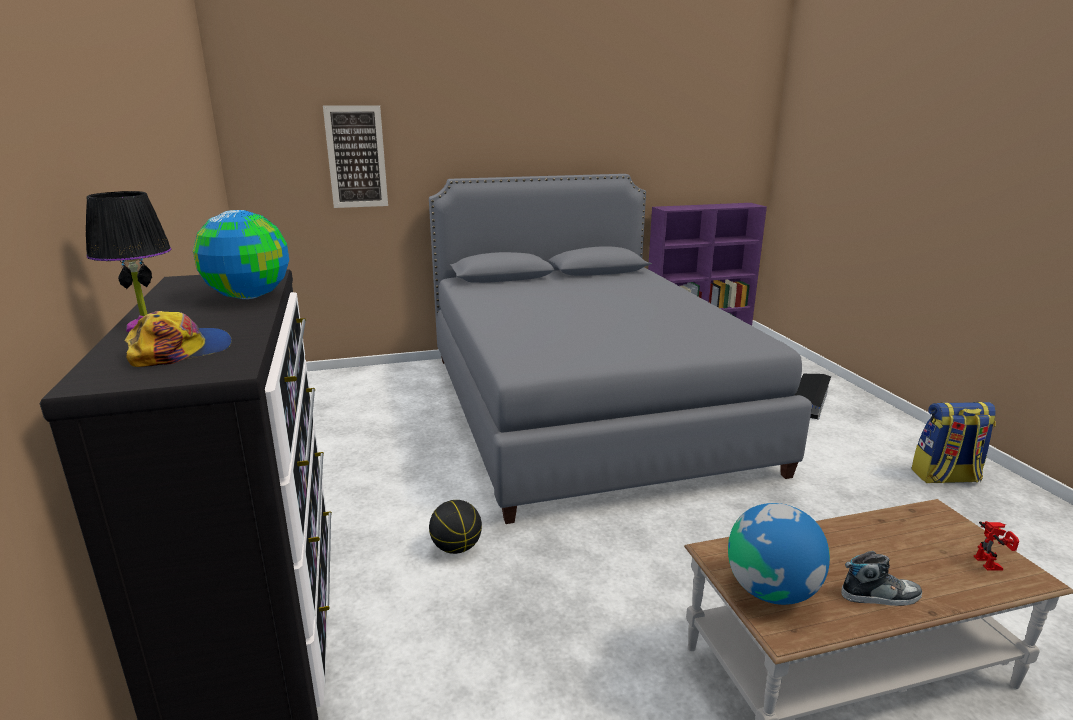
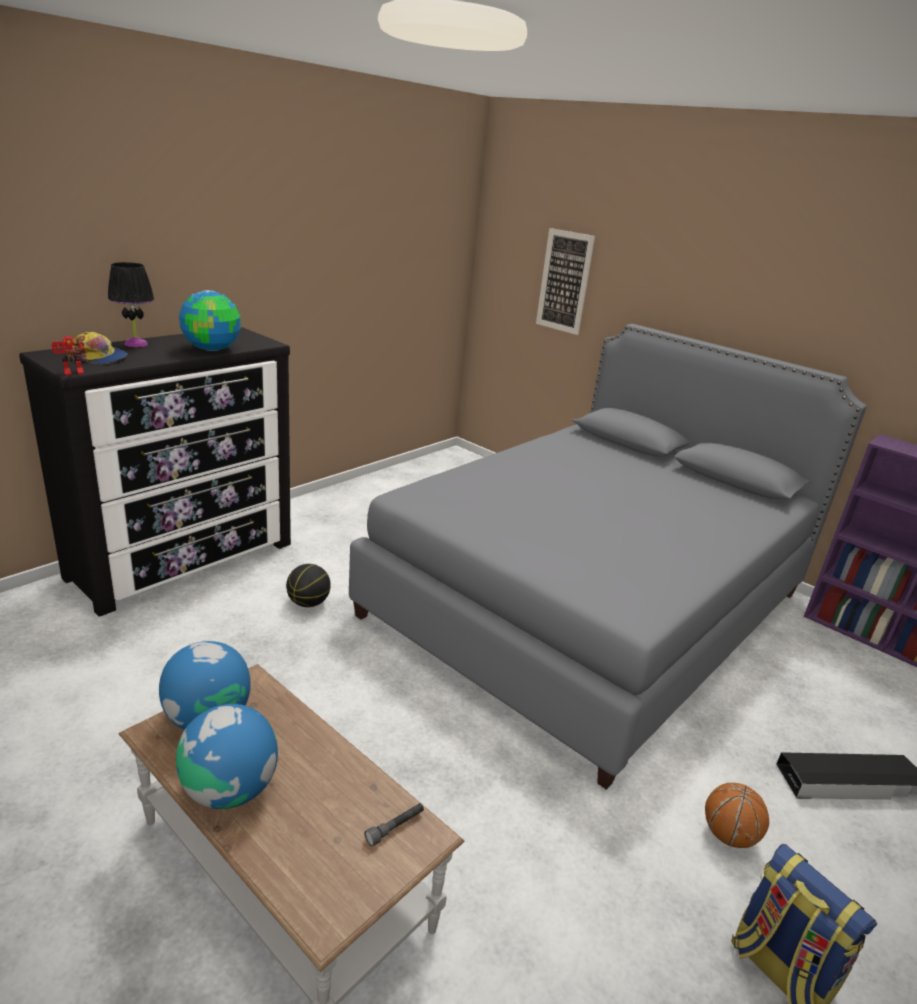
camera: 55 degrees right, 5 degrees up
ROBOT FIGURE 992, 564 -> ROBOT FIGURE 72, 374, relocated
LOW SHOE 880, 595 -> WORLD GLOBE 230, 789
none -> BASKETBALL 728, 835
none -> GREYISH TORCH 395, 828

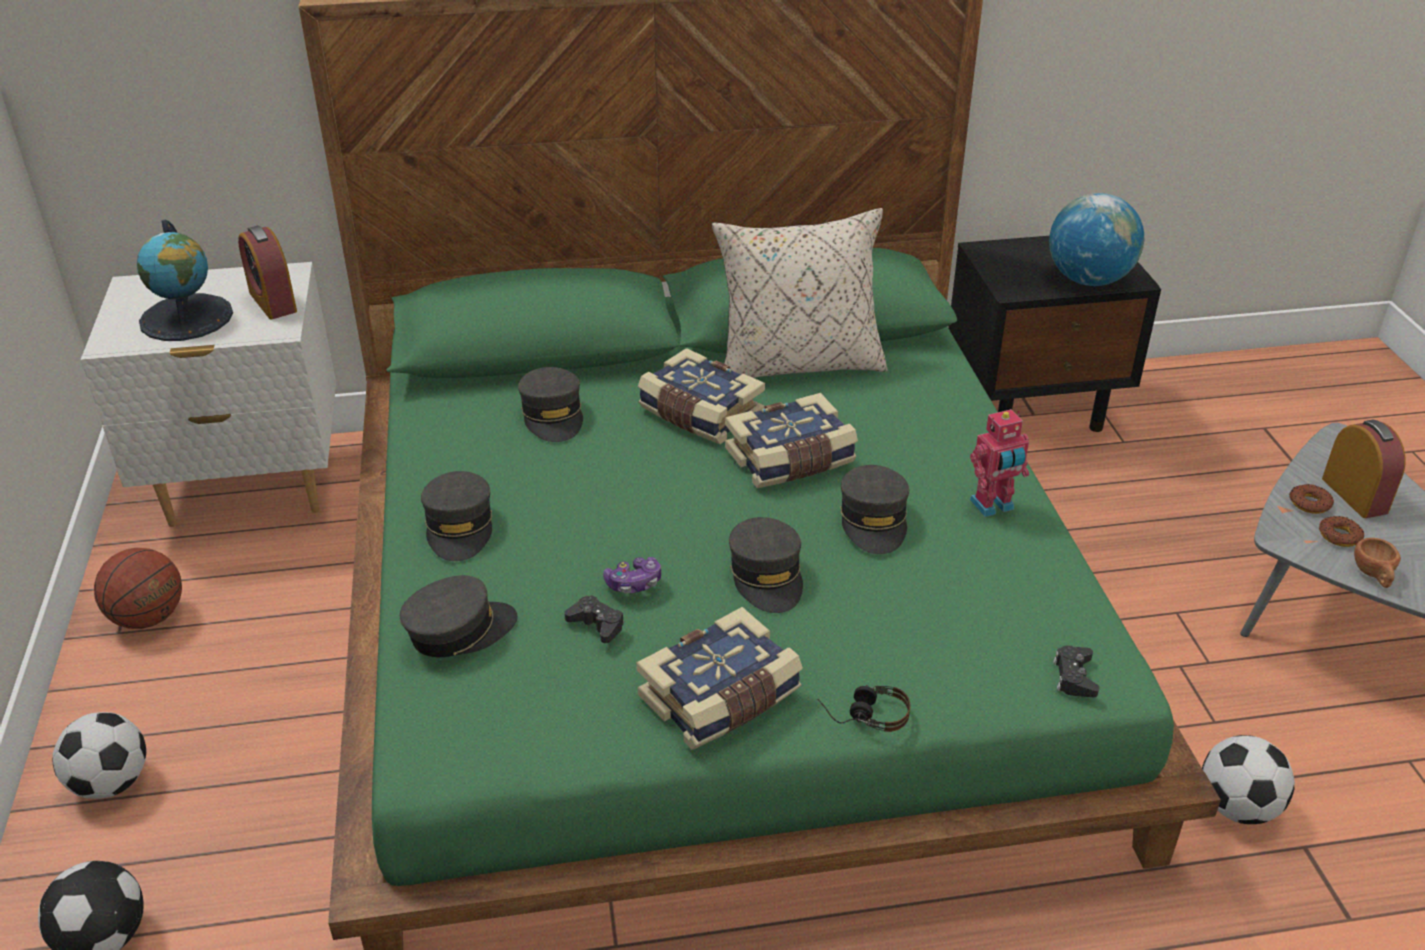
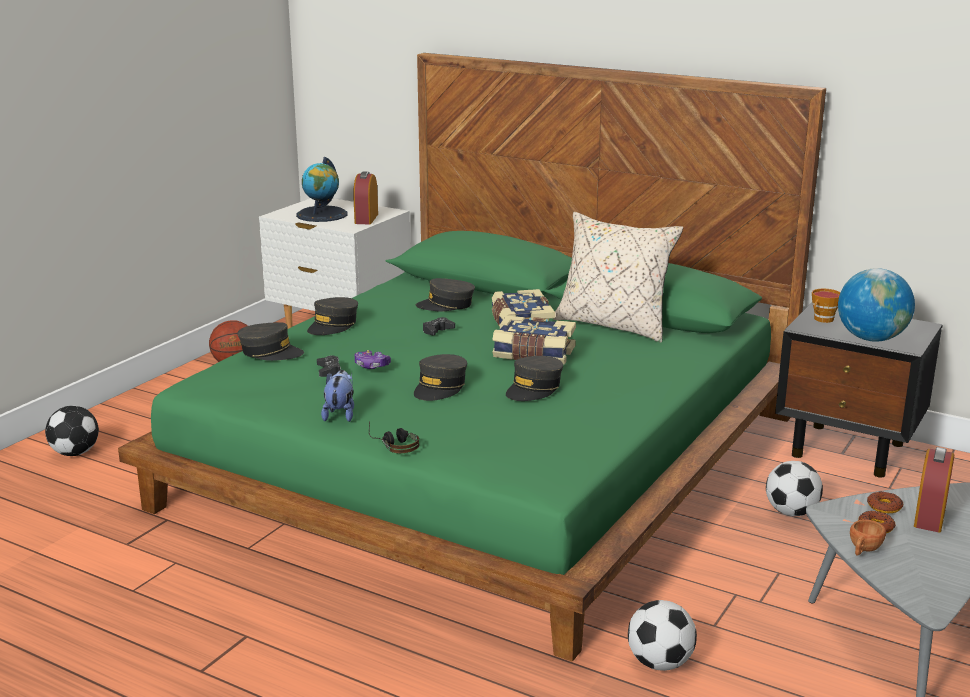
camera: 40 degrees right, 15 degrees down
GREYISH BASEBALL CAP 553, 416 -> GREYISH BASEBALL CAP 446, 305, 60 degrees clockwise
ROBOT FIGURE 993, 506 -> none
BOUND BOOK 721, 698 -> CUDDLY TOY 340, 414
BLACK-COLOURED JOYPAD 1074, 677 -> BLACK-COLOURED JOYPAD 437, 331, relocated
FOOTBALL 111, 783 -> FOOTBALL 791, 512, relocated
none -> SMALL CUP 822, 320

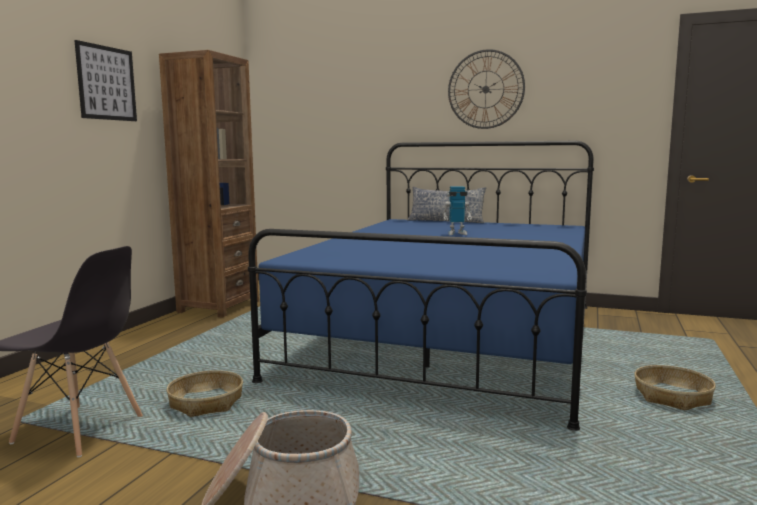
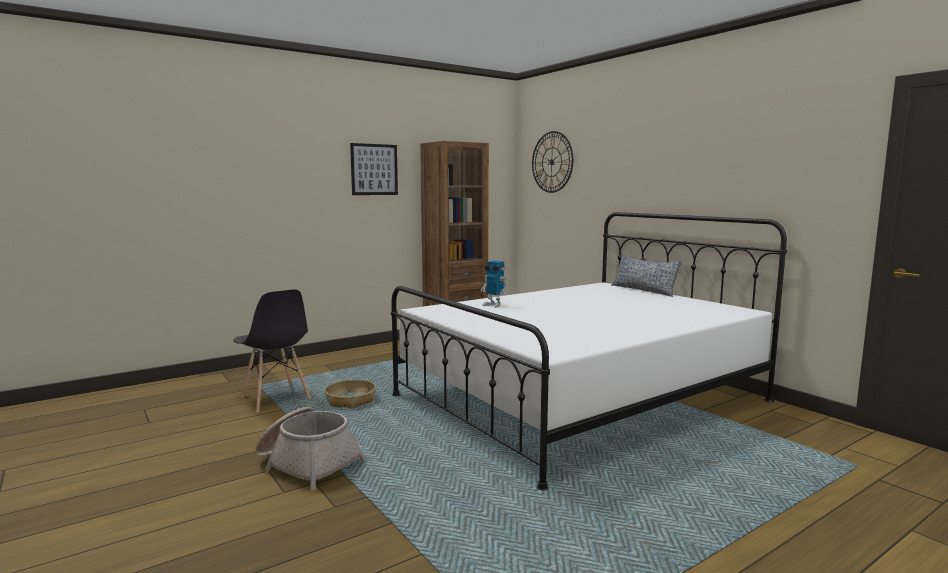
camera: 35 degrees right, 0 degrees up
WALL CLOCK 485, 89 -> WALL CLOCK 552, 162, relocated
BLUE BED 450, 338 -> WHITISH BED 580, 398
ROBOT FIGURE 456, 233 -> ROBOT FIGURE 493, 305, relocated
HOUSEHOLD BASKET 672, 397 -> none

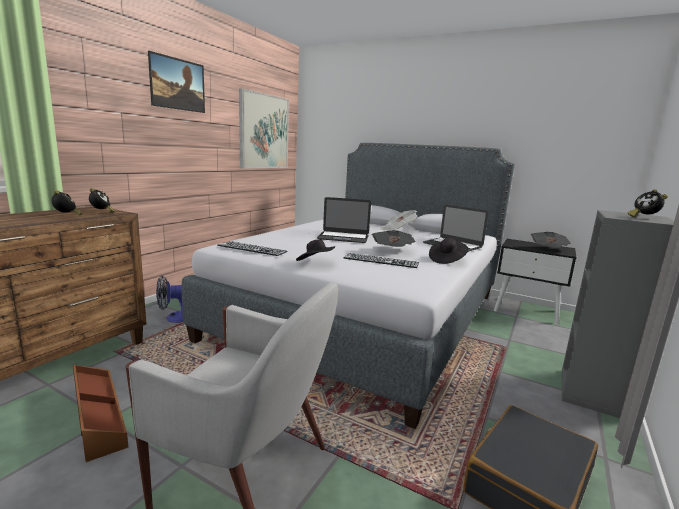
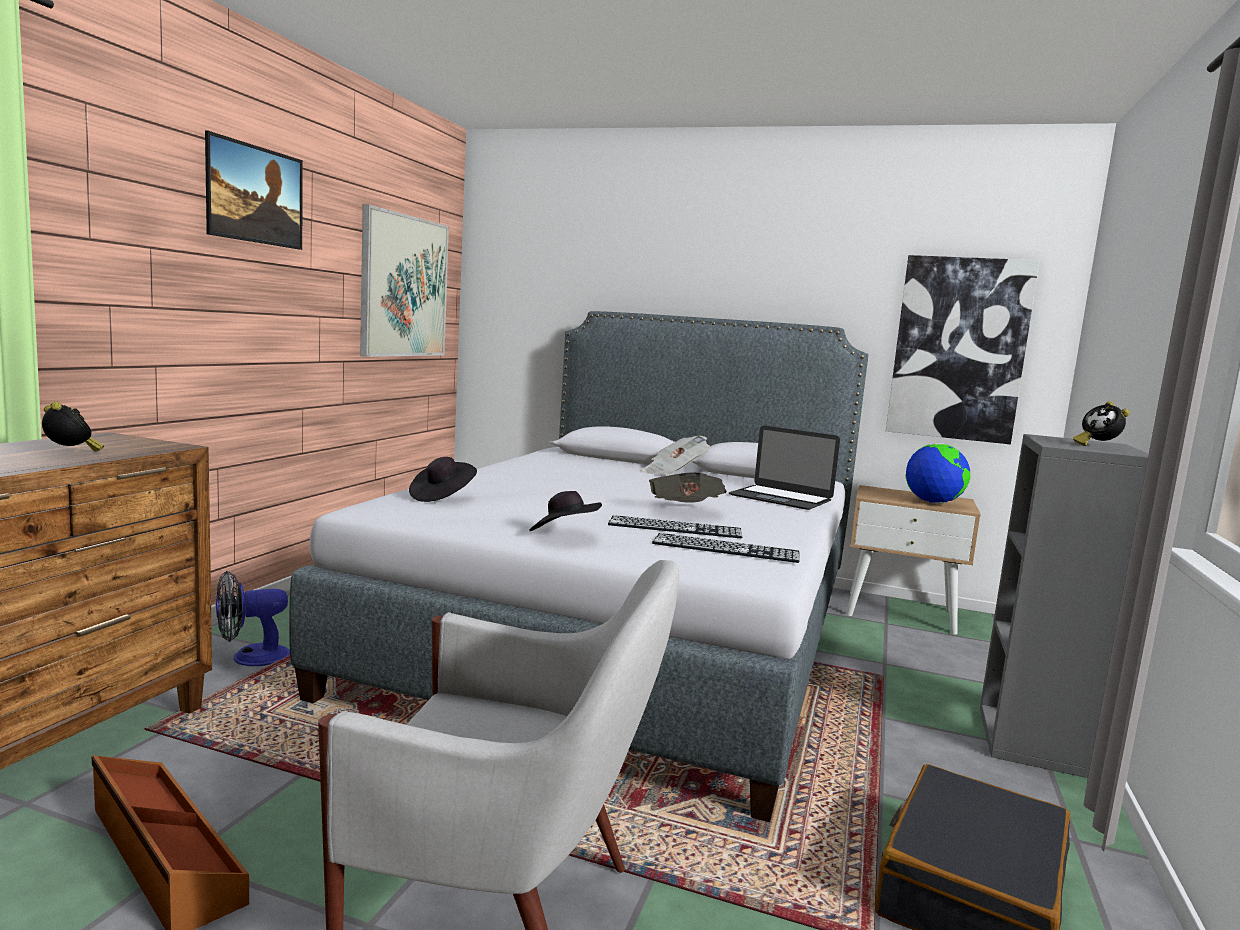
camera: 10 degrees left, 5 degrees down
ALARM CLOCK 102, 212 -> none
LAPTOP 343, 237 -> none
NEWSPAPER 548, 250 -> WORLD GLOBE 933, 503
BLACK-COLOURED CLOTHING HAT 446, 260 -> BLACK-COLOURED CLOTHING HAT 442, 496, relocated
BLACK-COLOURED BEDSIDE TABLE 527, 310 -> SAND-COLOURED BEDSIDE TABLE 901, 612
KEYBOARD 252, 248 -> KEYBOARD 726, 548, relocated
none -> WALL ART 958, 349

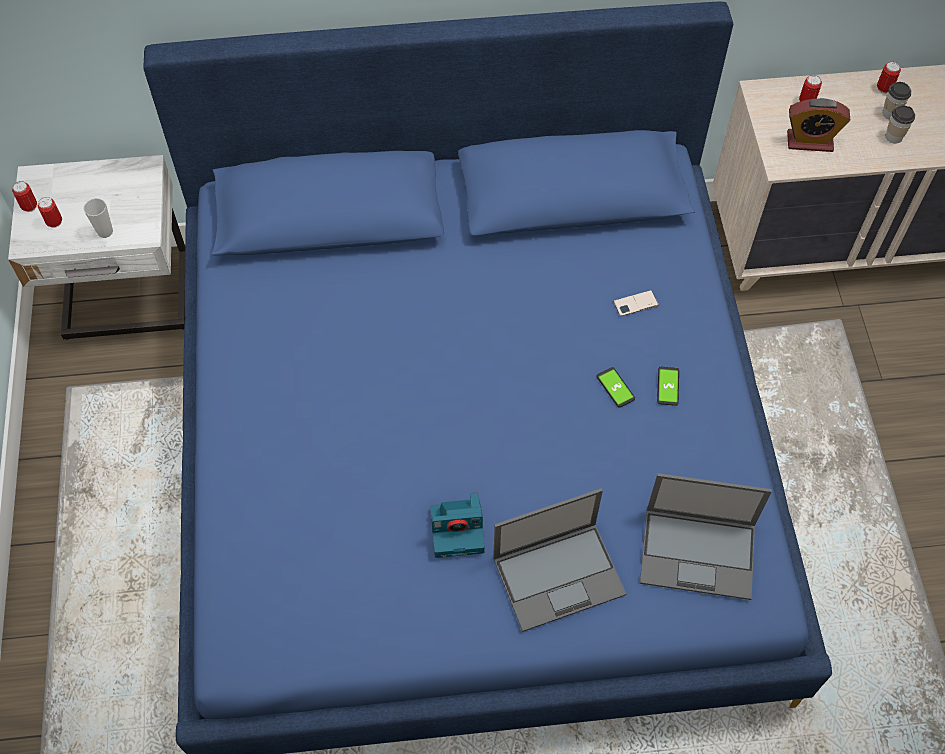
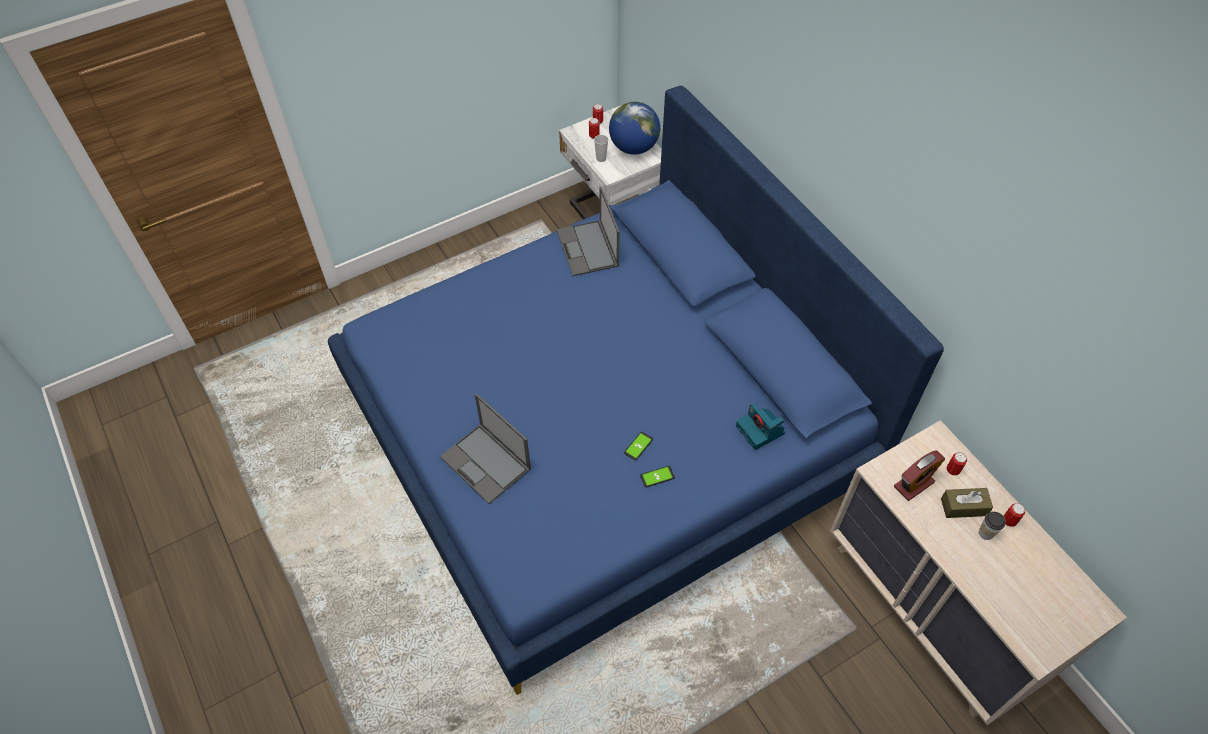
camera: 65 degrees right, 5 degrees down
ALARM CLOCK 809, 141 -> ALARM CLOCK 914, 484, 105 degrees counterclockwise
SMALL CUP 894, 136 -> none
HANDSET 635, 303 -> none
LAPTOP 699, 553 -> LAPTOP 588, 249, relocated
STILL CAMERA 458, 529 -> STILL CAMERA 761, 430, relocated
none -> WORLD GLOBE 634, 147
none -> BROWNISH TISSUE BOX 963, 507

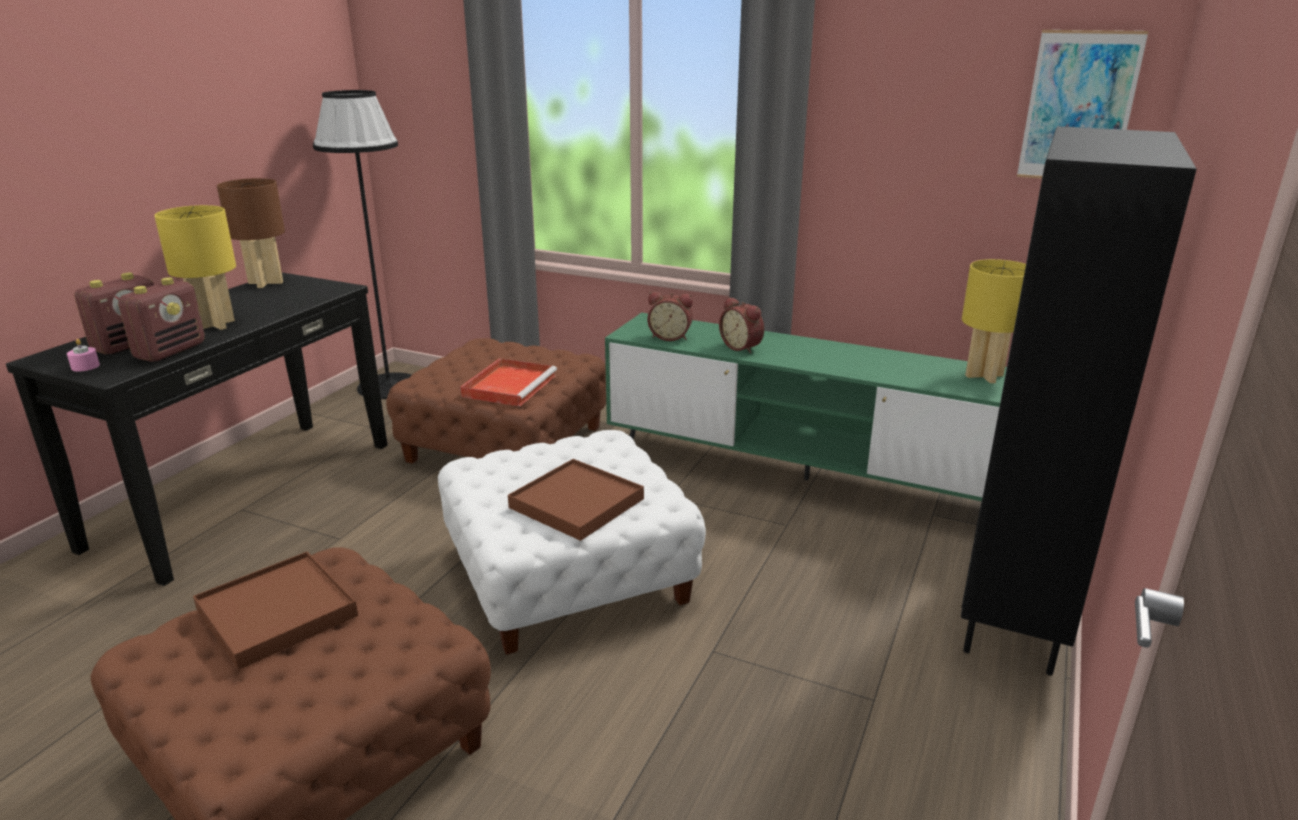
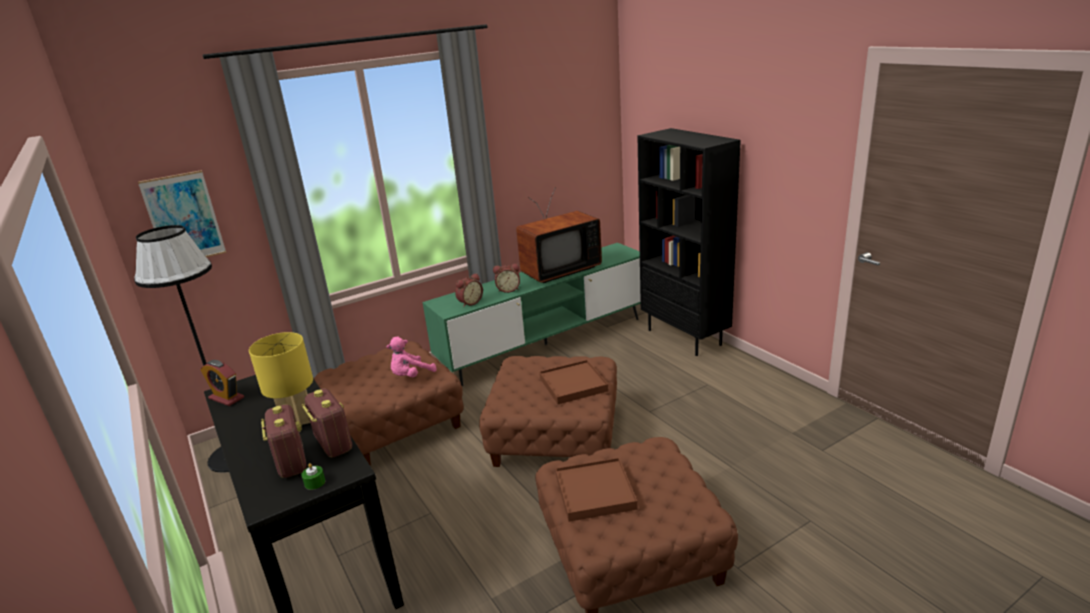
camera: 55 degrees left, 0 degrees up
WALL ART 1079, 107 -> WALL ART 183, 218, relocated
BROWNISH TABLETOP LAMP 265, 283 -> ALARM CLOCK 226, 398
YELLOW-COLOURED TABLETOP LAMP 984, 375 -> none
PINKISH CANDLE 85, 366 -> GREENISH CANDLE 315, 482
RED TRAY 510, 385 -> PINKISH CUDDLY TOY 411, 376
WHITISH FOOTREST 569, 573 -> BROWNISH FOOTREST 554, 435
none -> TELEVISION 557, 271

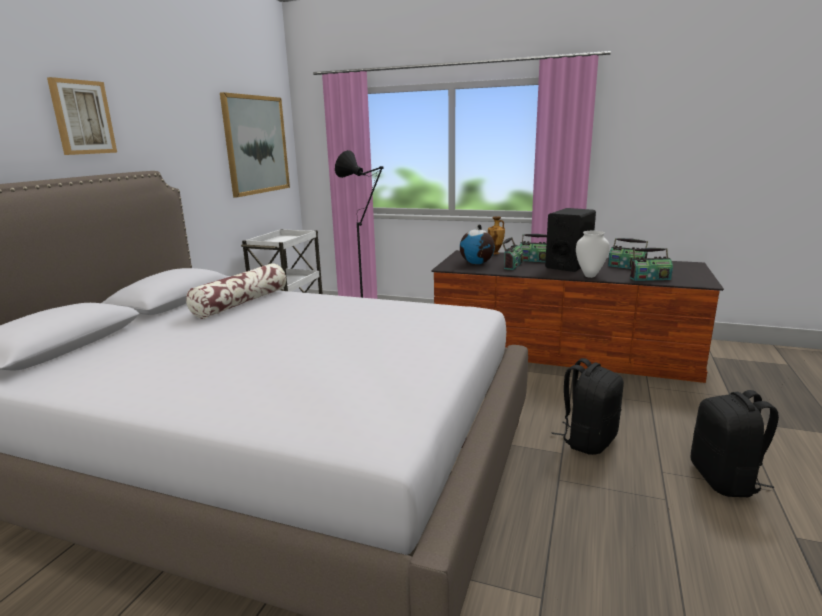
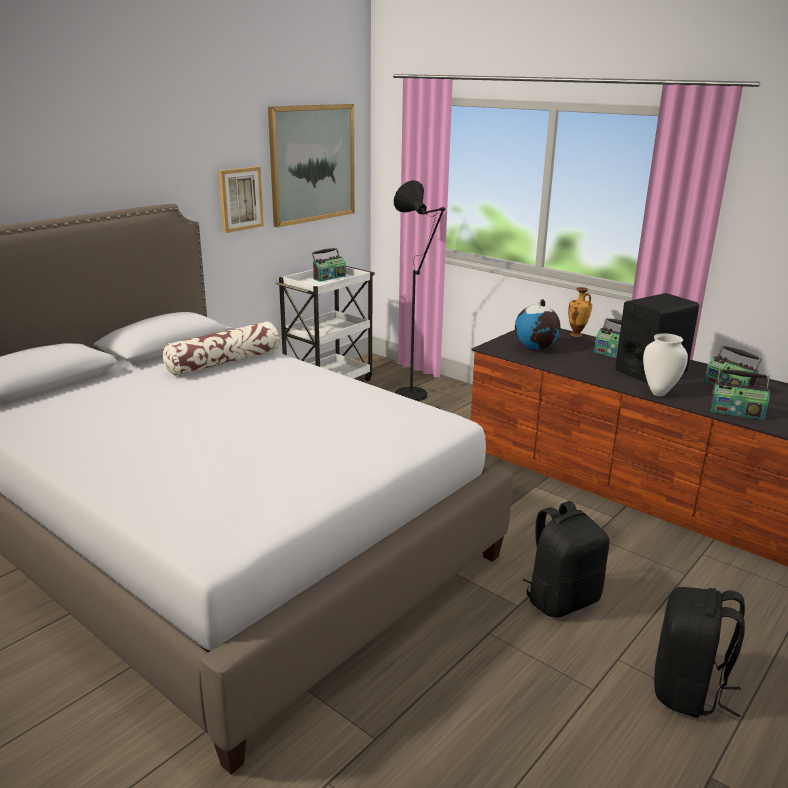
camera: 20 degrees right, 5 degrees up
WALL ART 82, 117 -> WALL ART 240, 199, relocated
RADIO SET 512, 265 -> RADIO SET 329, 277, relocated

